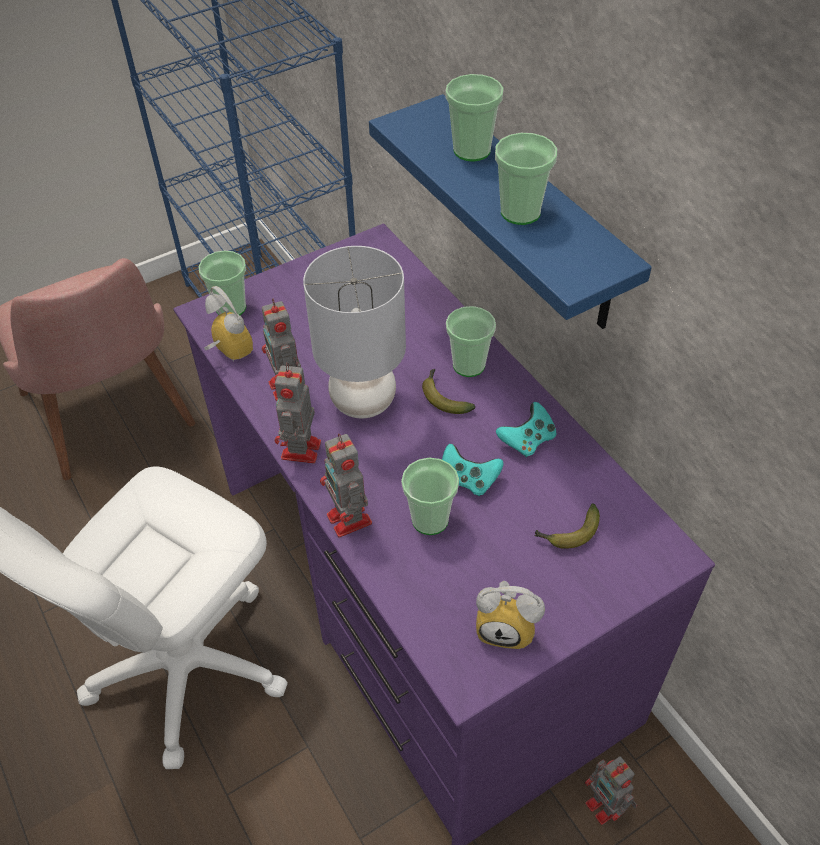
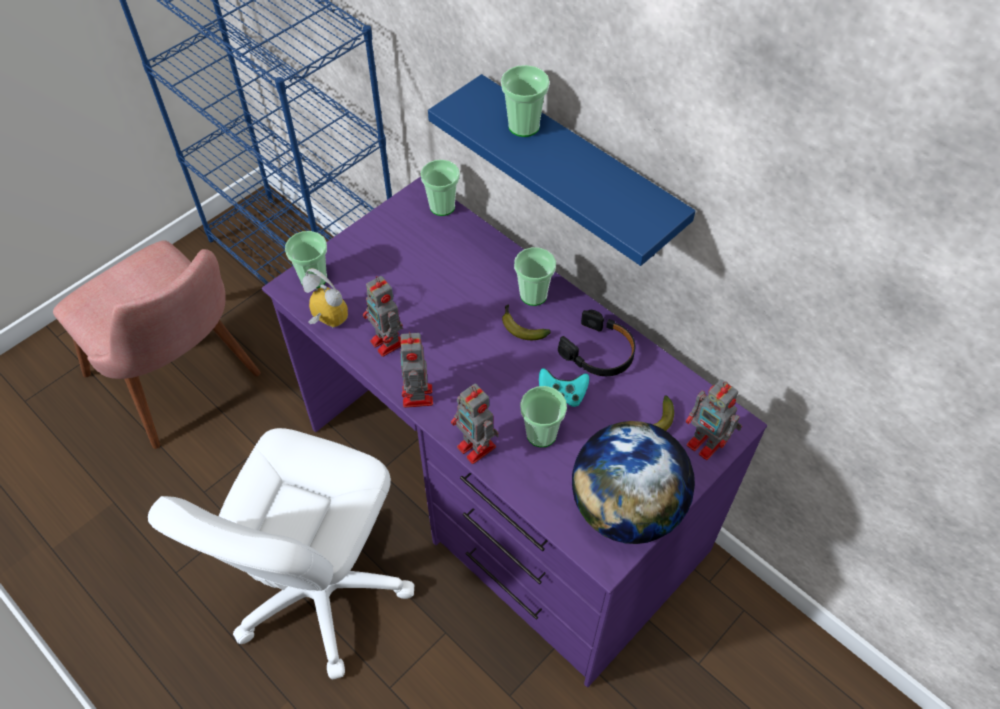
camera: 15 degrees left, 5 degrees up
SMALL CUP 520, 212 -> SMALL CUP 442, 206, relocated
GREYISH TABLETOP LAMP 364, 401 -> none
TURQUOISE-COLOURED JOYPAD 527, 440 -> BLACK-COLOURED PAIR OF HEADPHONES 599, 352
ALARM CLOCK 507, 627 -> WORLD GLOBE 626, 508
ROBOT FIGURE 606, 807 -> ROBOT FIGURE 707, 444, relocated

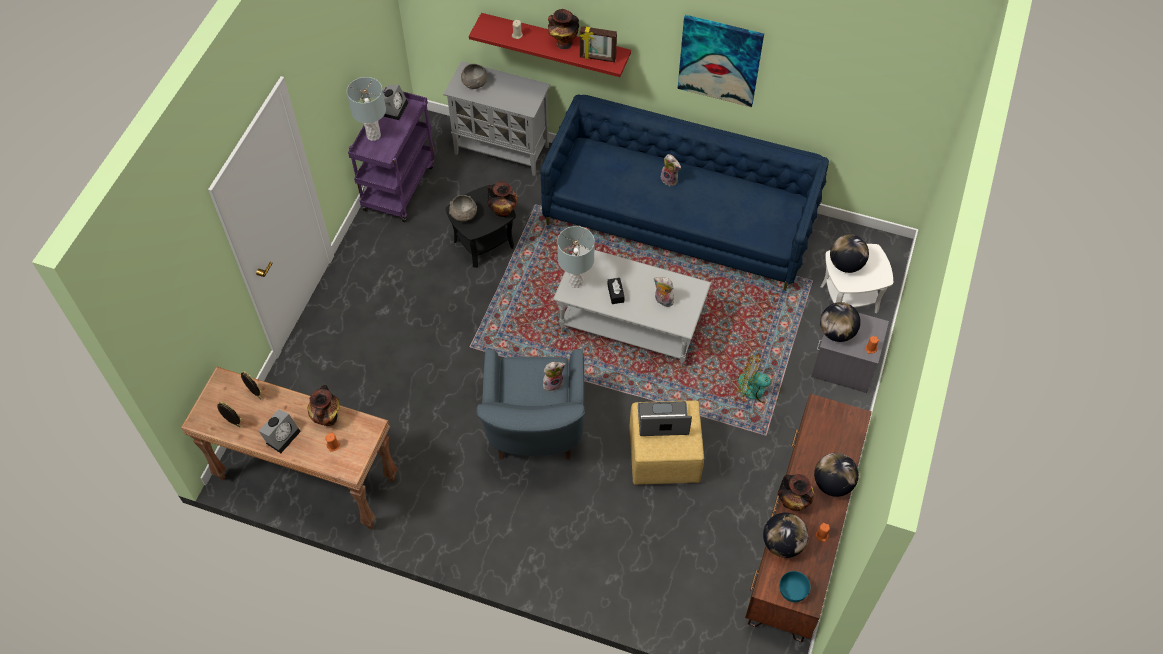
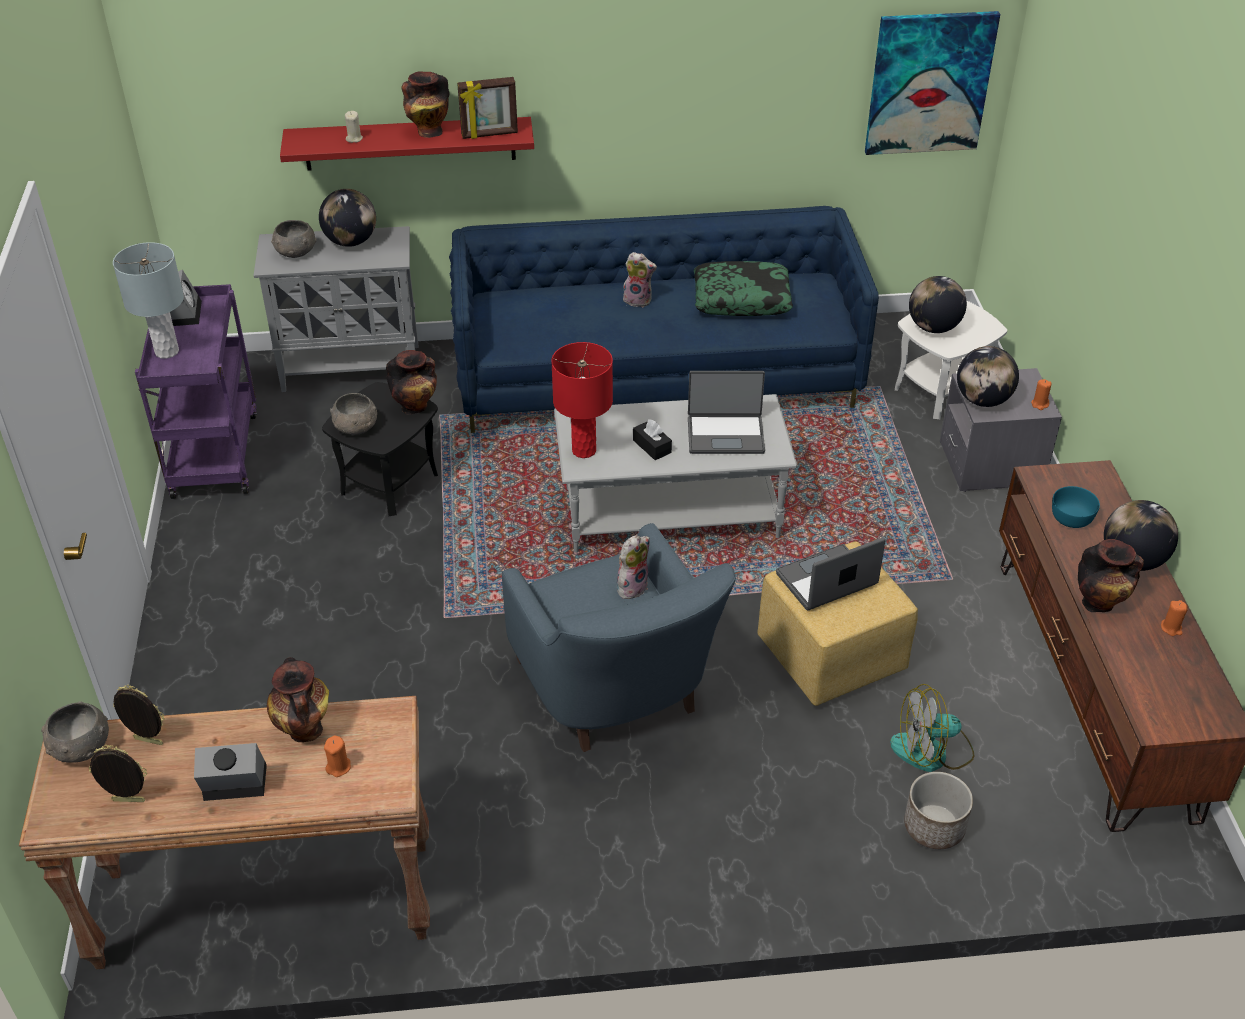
camera: 25 degrees left, 15 degrees down
WALL ART 719, 60 -> WALL ART 929, 83, relocated
GREYISH TABLETOP LAMP 576, 281 -> RED TABLETOP LAMP 584, 450
CUDDLY TOY 662, 301 -> LAPTOP 725, 434
COOLING FAN 758, 389 -> COOLING FAN 932, 751, relocated
ALARM CLOCK 282, 435 -> ALARM CLOCK 232, 785, 105 degrees counterclockwise
WORLD GLOBE 782, 544 -> WORLD GLOBE 351, 242, relocated
TURQUOISE-COLOURED SERVING BOWL 792, 590 -> TURQUOISE-COLOURED SERVING BOWL 1070, 518, relocated
none -> THROW PILLOW 742, 298
none -> GREYISH SERVING BOWL 80, 747
none -> PLANT POT 934, 827

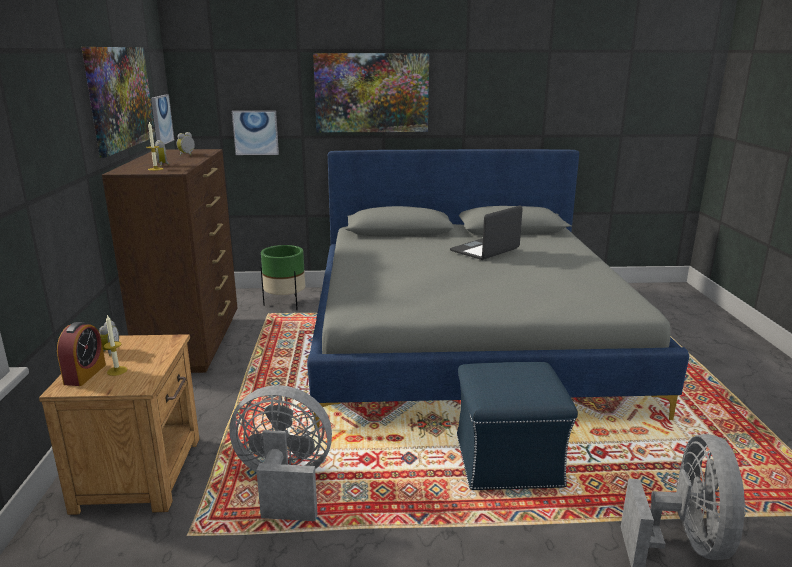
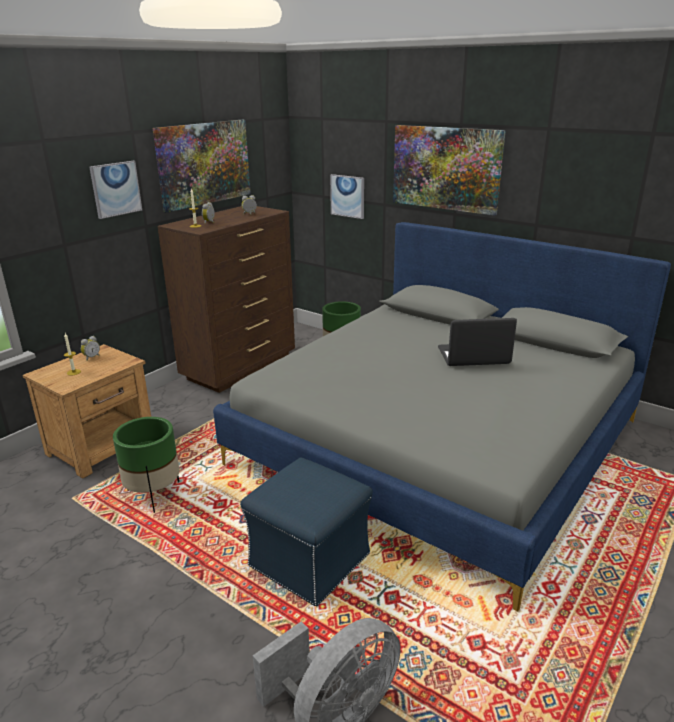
camera: 40 degrees right, 5 degrees up
WALL ART 161, 120 -> WALL ART 116, 189, relocated
ALARM CLOCK 85, 374 -> none
GREYISH COOLING FAN 284, 484 -> GREENISH PLANT POT 154, 494

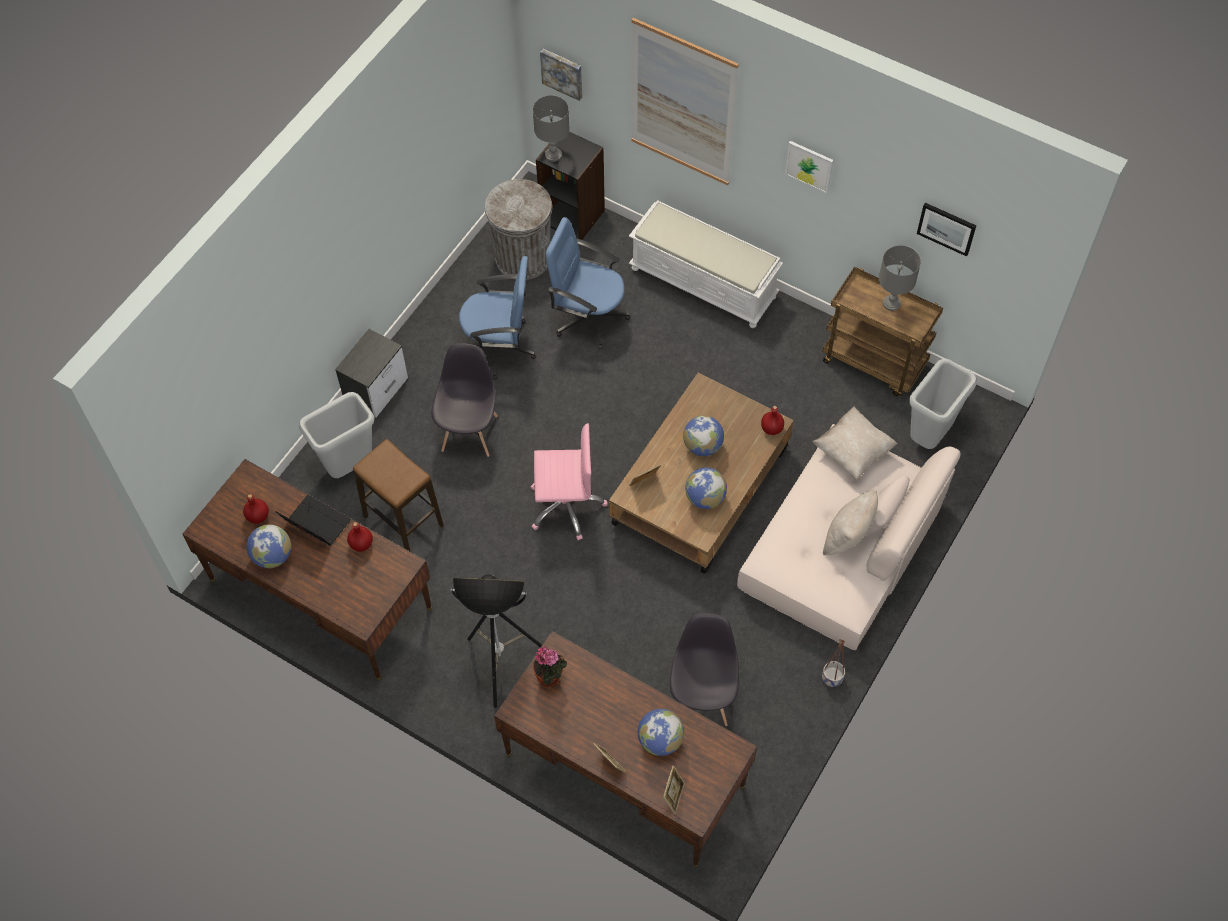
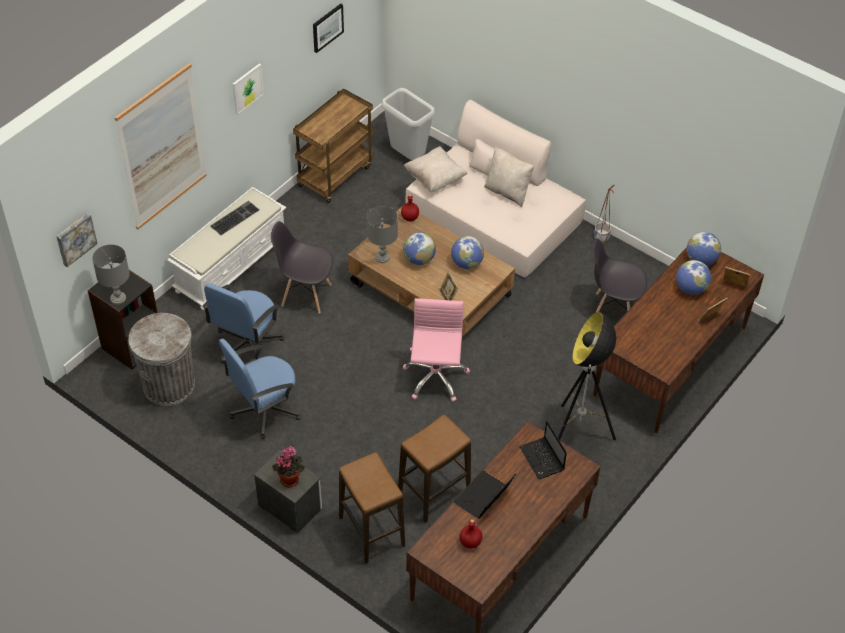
camera: 85 degrees left, 10 degrees down
GREYISH TABLETOP LAMP 892, 303 -> GREYISH TABLETOP LAMP 382, 257, relocated
BLUE DESK CHAIR 500, 347 -> BLUE DESK CHAIR 264, 410, 135 degrees counterclockwise
GREYISH CHAIR 469, 432 -> GREYISH CHAIR 305, 294, relocated
GREYISH TRASH CAN 349, 468 -> SITTING STOOL 372, 532
RED BOTTLE 361, 544 -> none
WORLD GLOBE 273, 556 -> WORLD GLOBE 701, 260, relocated
PLANT IN A POT 550, 677 -> PLANT IN A POT 290, 478, relocated
none -> KEYBOARD 234, 217
none -> LAPTOP 542, 459

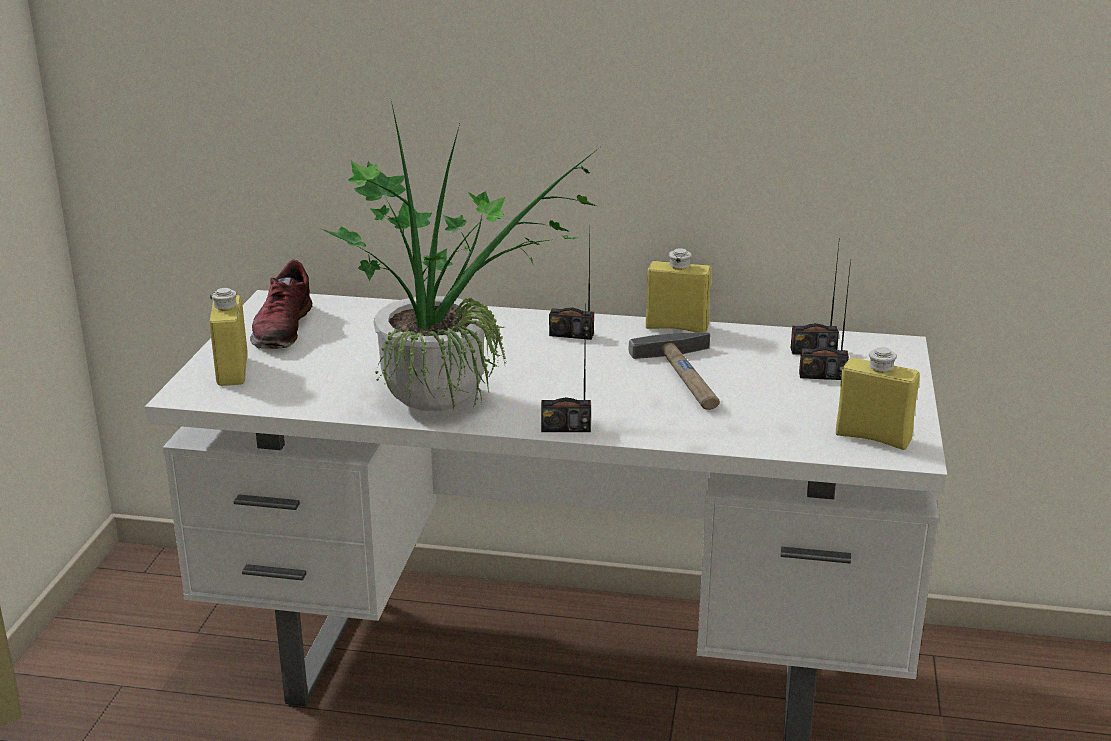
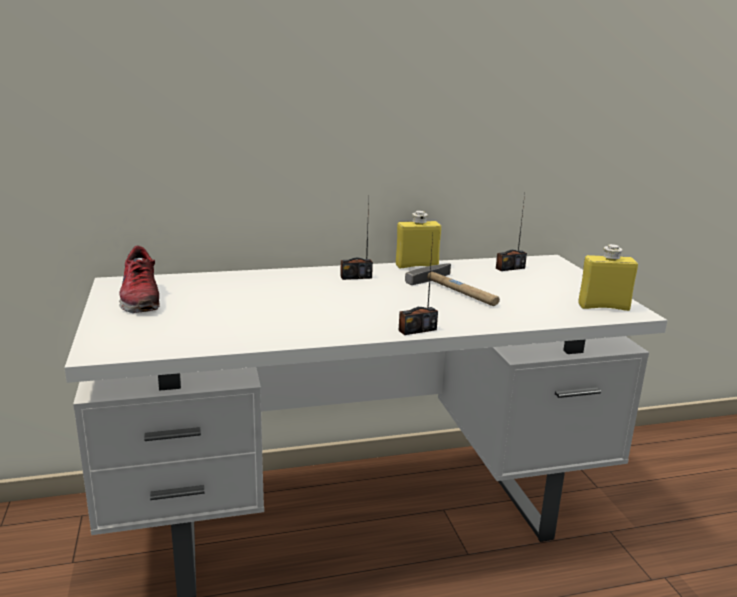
camera: 25 degrees left, 5 degrees down
PLANT IN A POT 451, 394 -> none
RADIO SET 822, 375 -> none
YELLOW-COLOURED BOTTLE 232, 371 -> none

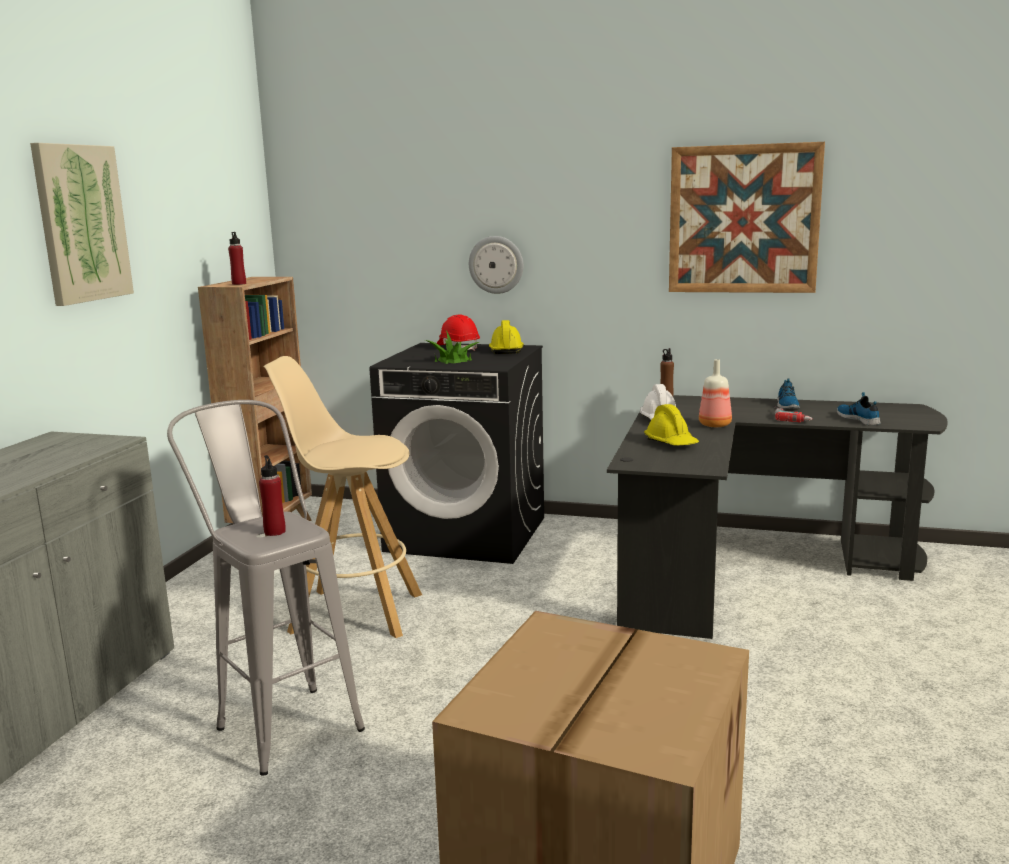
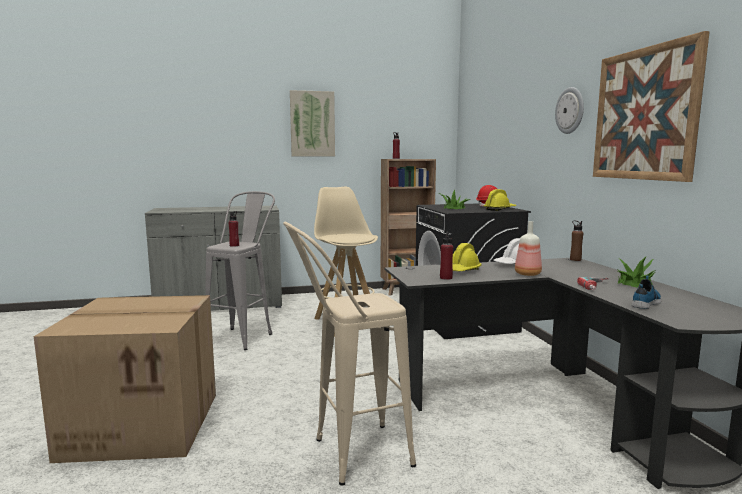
camera: 60 degrees right, 5 degrees down
WALL CLOCK 496, 264 -> WALL CLOCK 570, 110, relocated
LOW SHOE 786, 405 -> PLANT IN A POT 635, 283
none -> SAND-COLOURED SITTING STOOL 348, 456
none -> RED BOTTLE 446, 278

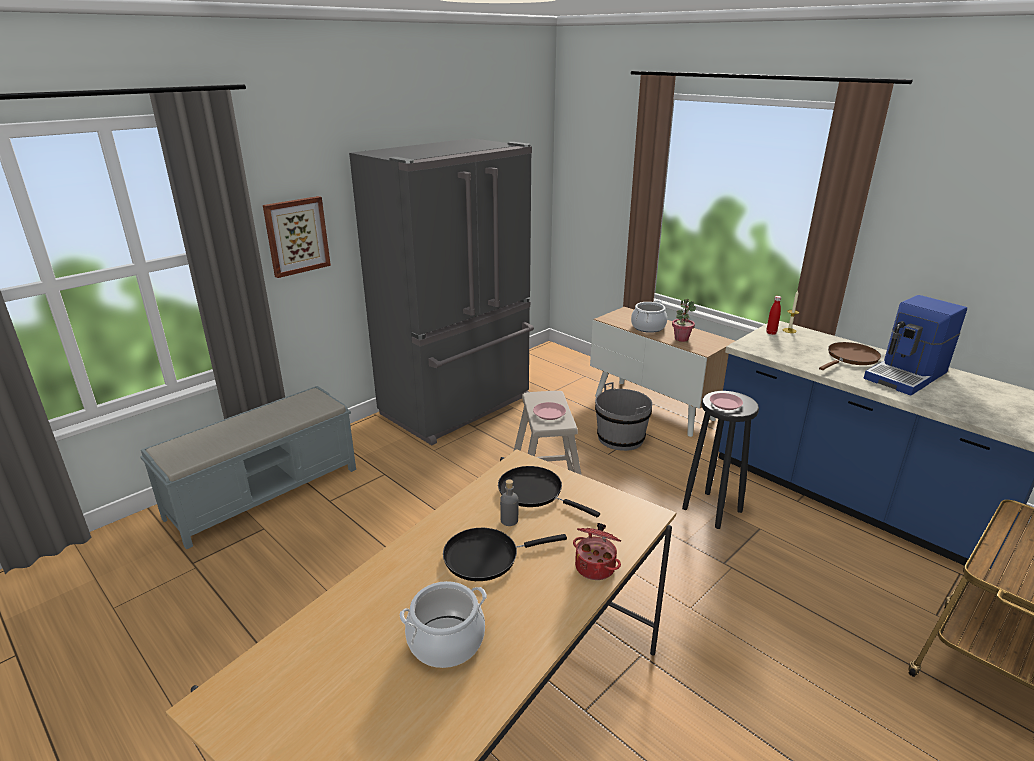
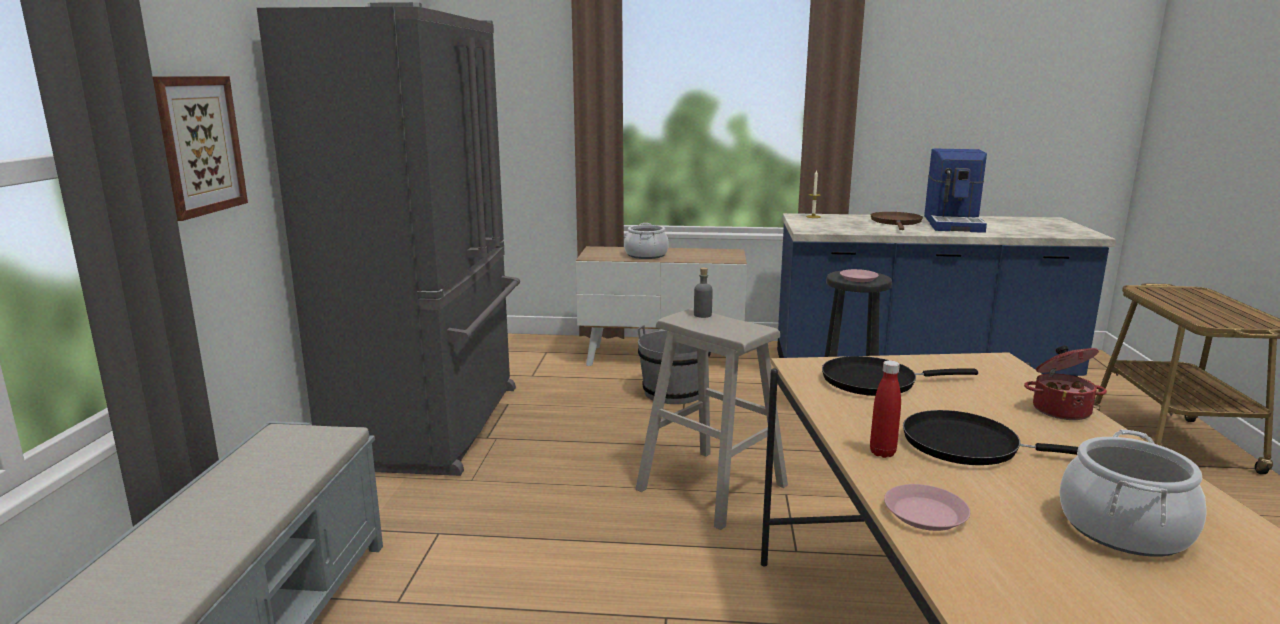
camera: 40 degrees left, 10 degrees down
RED BOTTLE 771, 333 -> RED BOTTLE 882, 453, relocated
PLANT IN A POT 681, 339 -> none
PINKISH FLAT DISH 549, 413 -> PINKISH FLAT DISH 925, 513, relocated
GREYISH BOTTLE 509, 520 -> GREYISH BOTTLE 702, 315, relocated
BLACK-COLOURED SKILLET 486, 557 -> BLACK-COLOURED SKILLET 969, 446, 75 degrees clockwise

